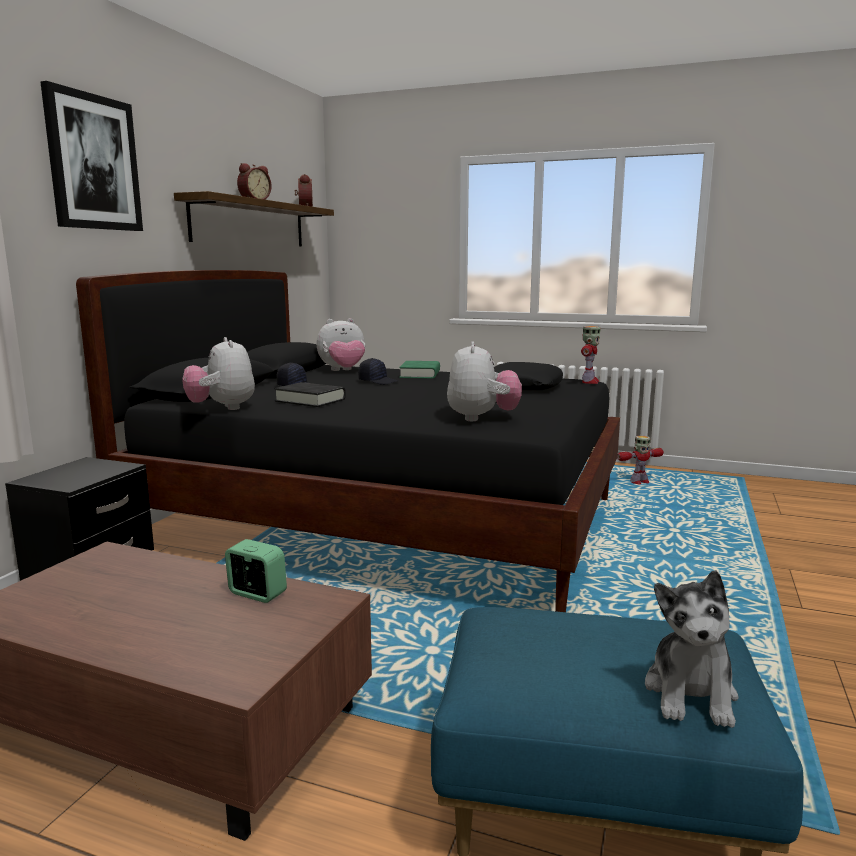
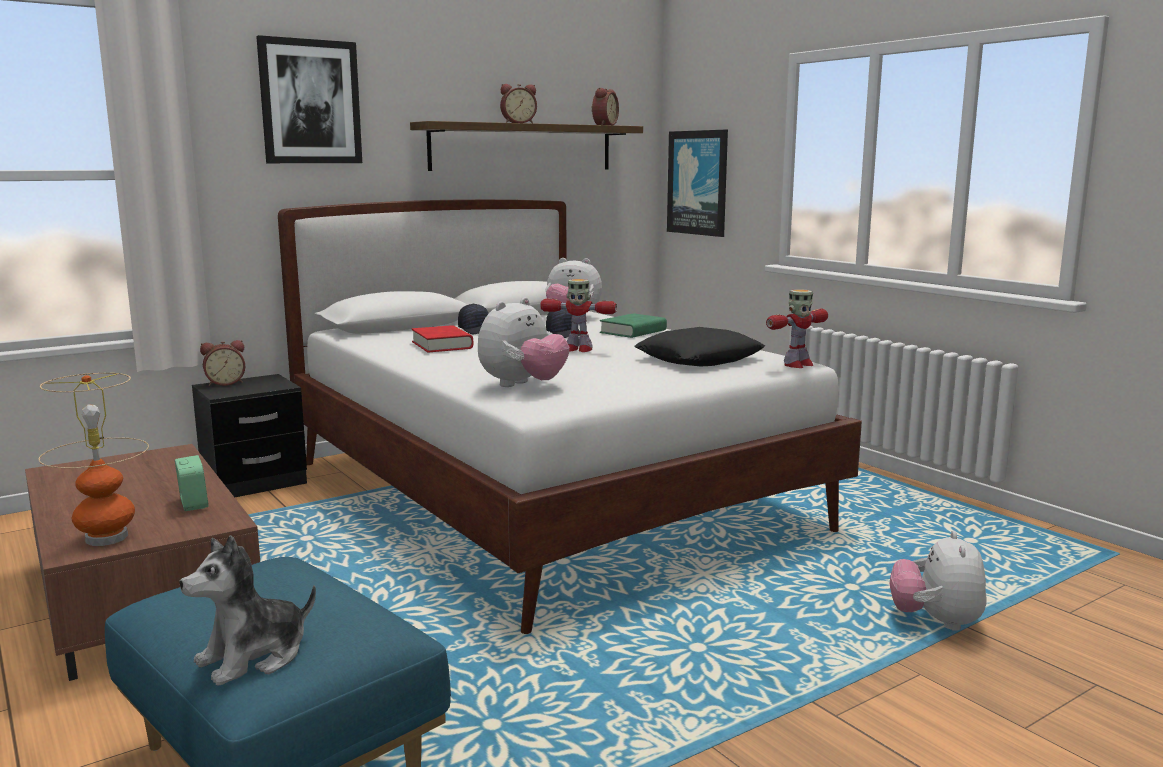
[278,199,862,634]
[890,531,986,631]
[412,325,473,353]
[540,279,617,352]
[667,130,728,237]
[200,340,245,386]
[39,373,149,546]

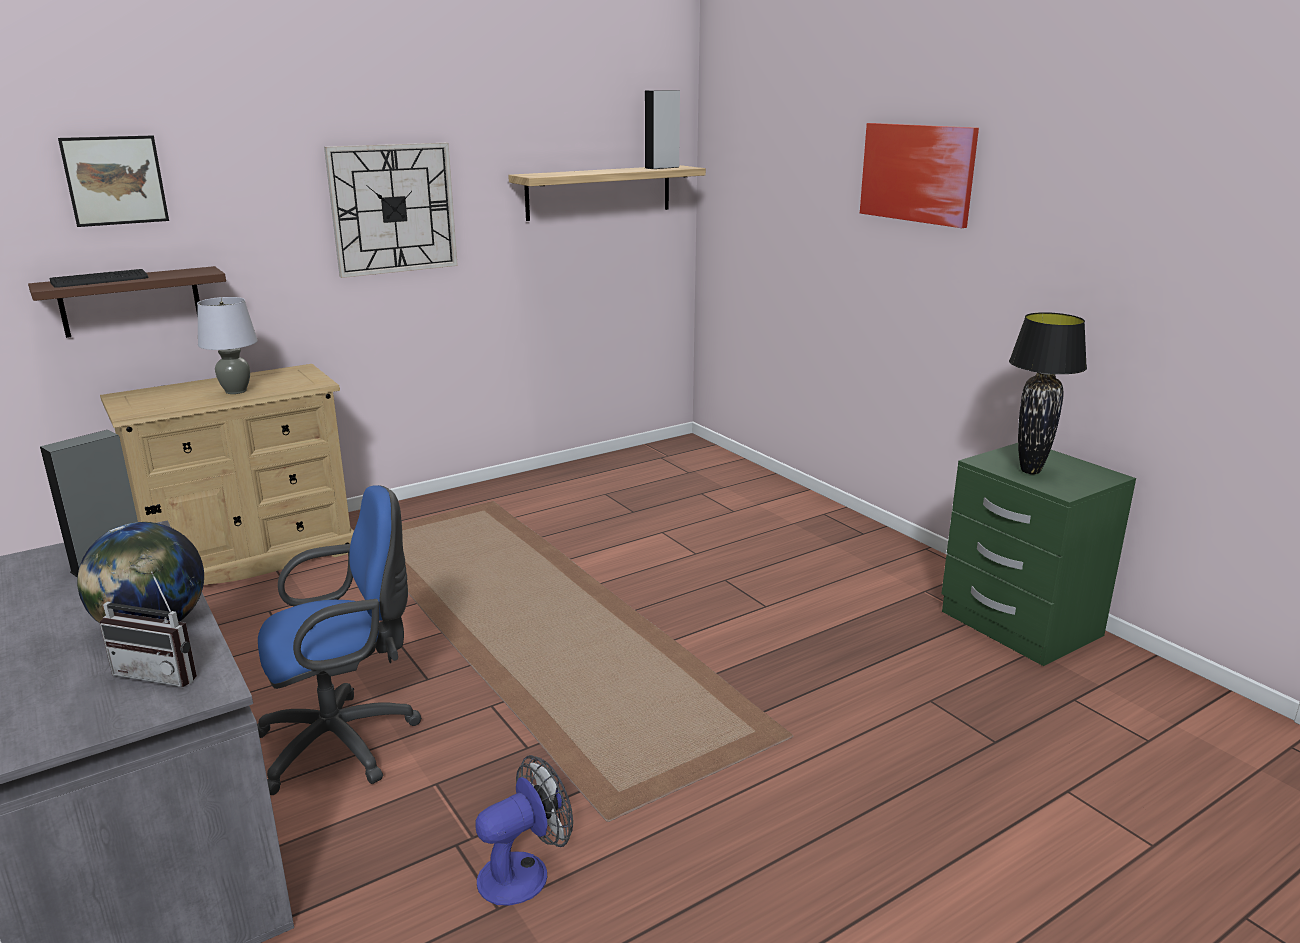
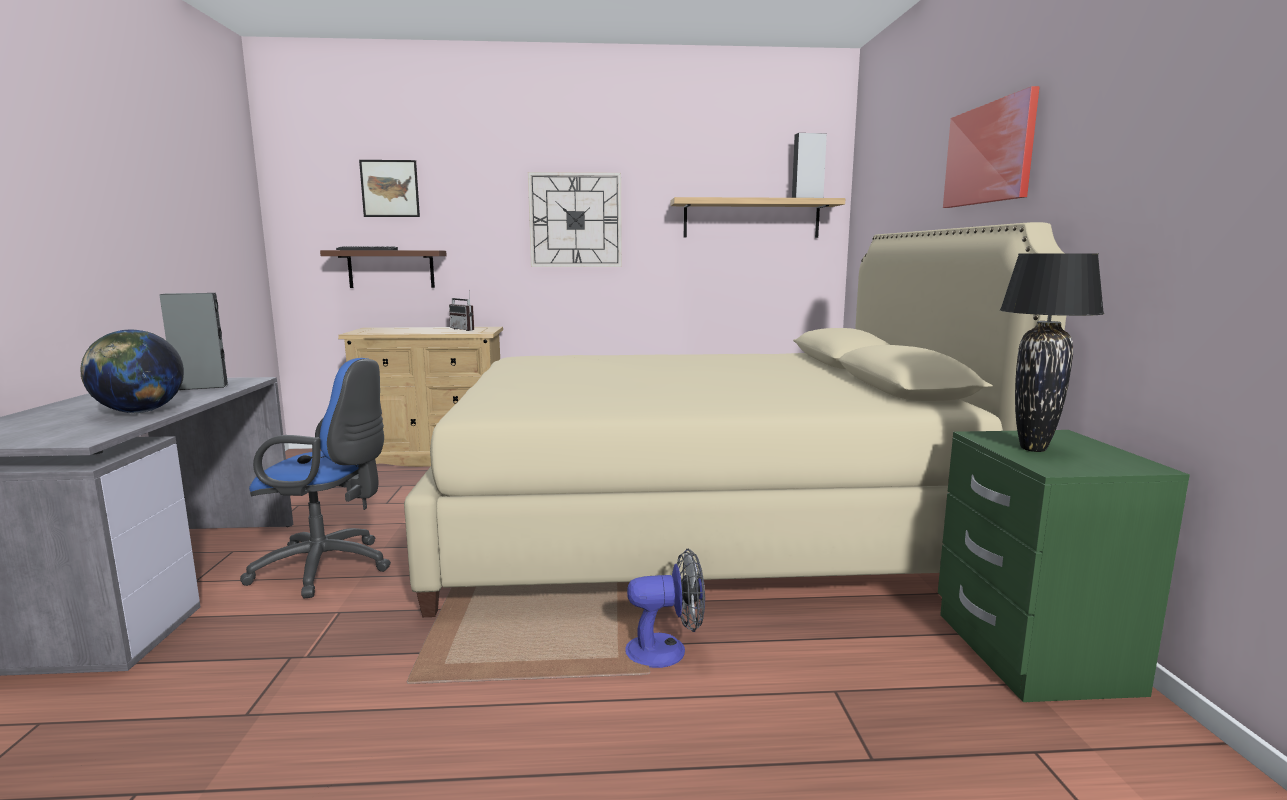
[197,297,258,394] (first image)
[449,291,474,331]
[625,549,705,668]
[404,222,1066,617]

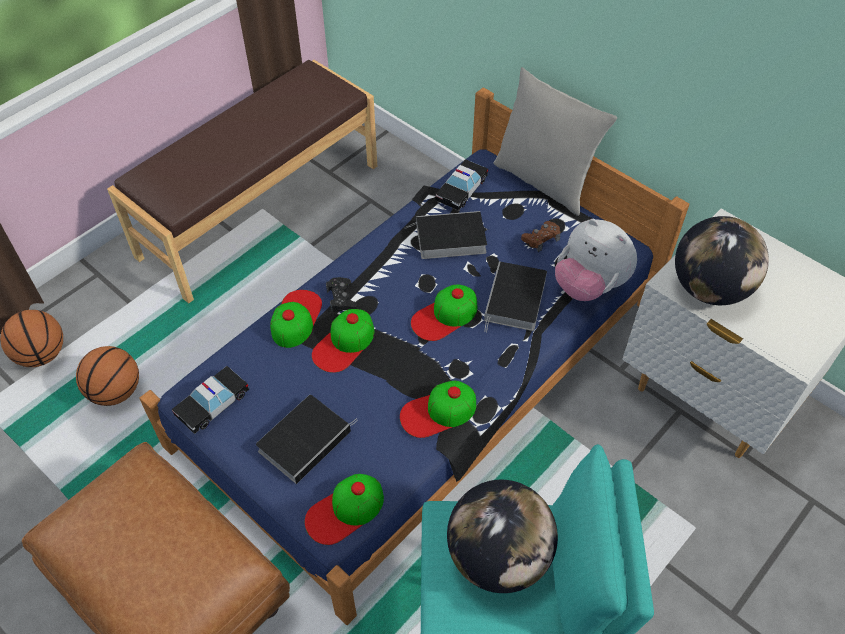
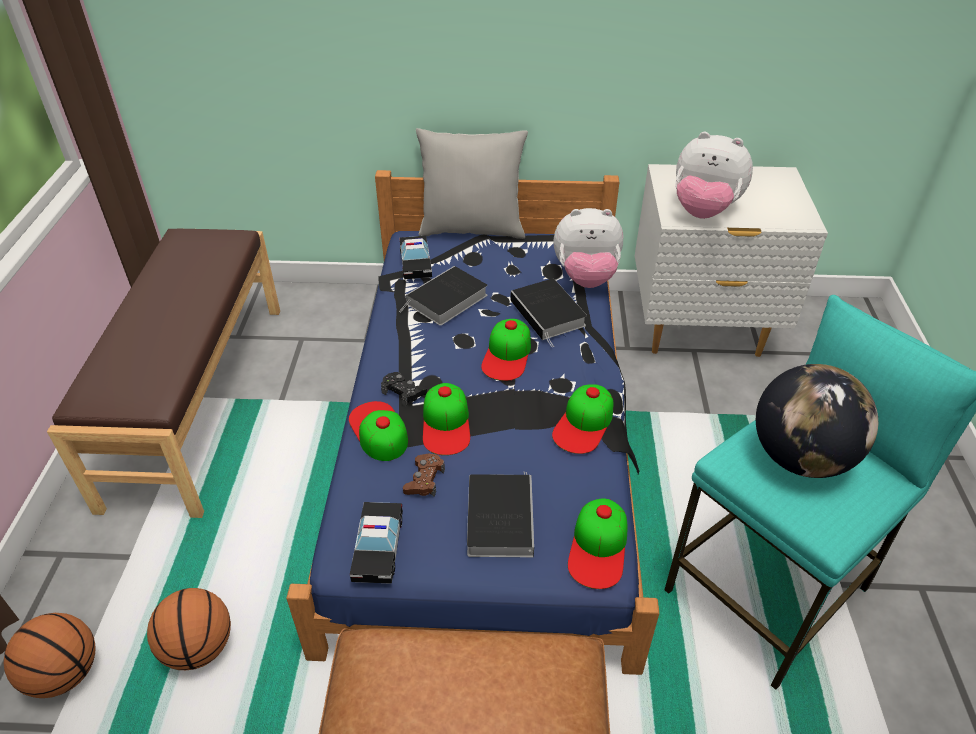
[675,132,753,219]
[403,453,445,497]

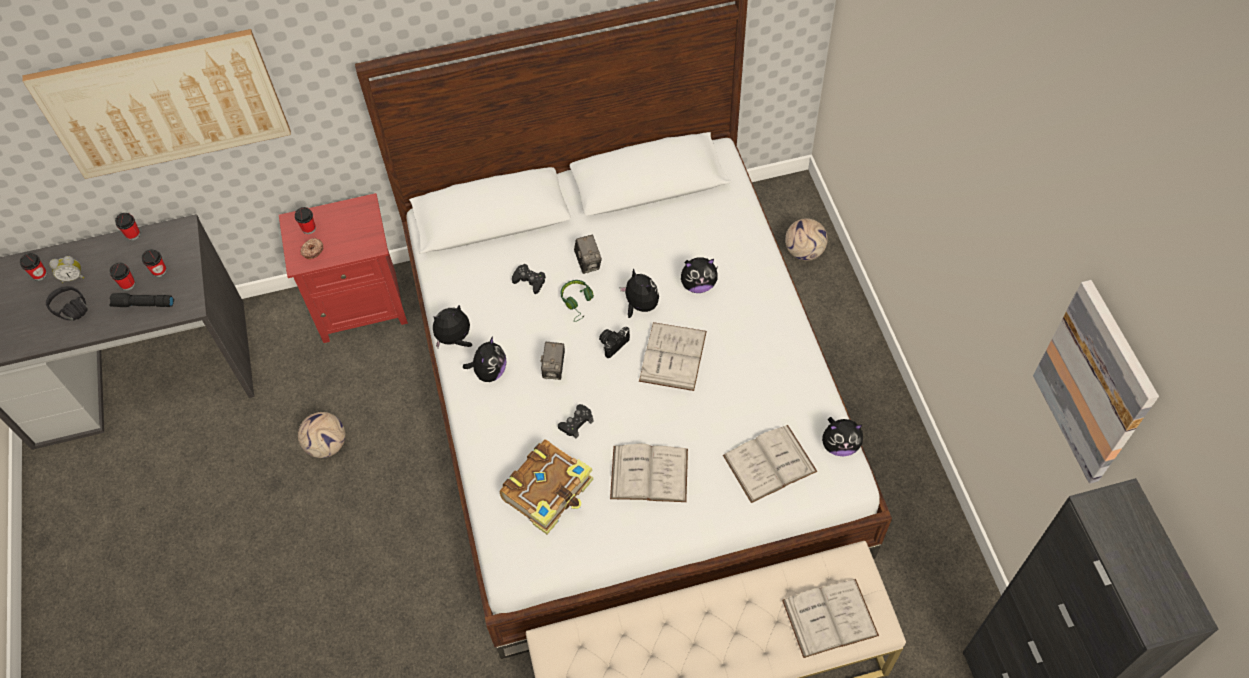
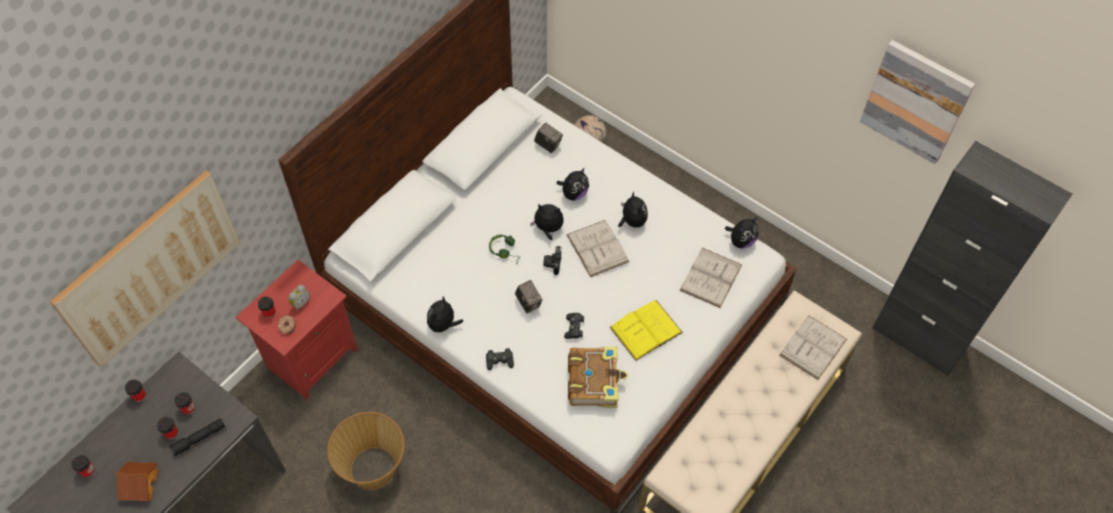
[534,122,563,153]
[288,285,310,311]
[486,348,514,370]
[116,462,159,501]
[618,192,648,227]
[327,412,405,490]
[610,300,683,361]

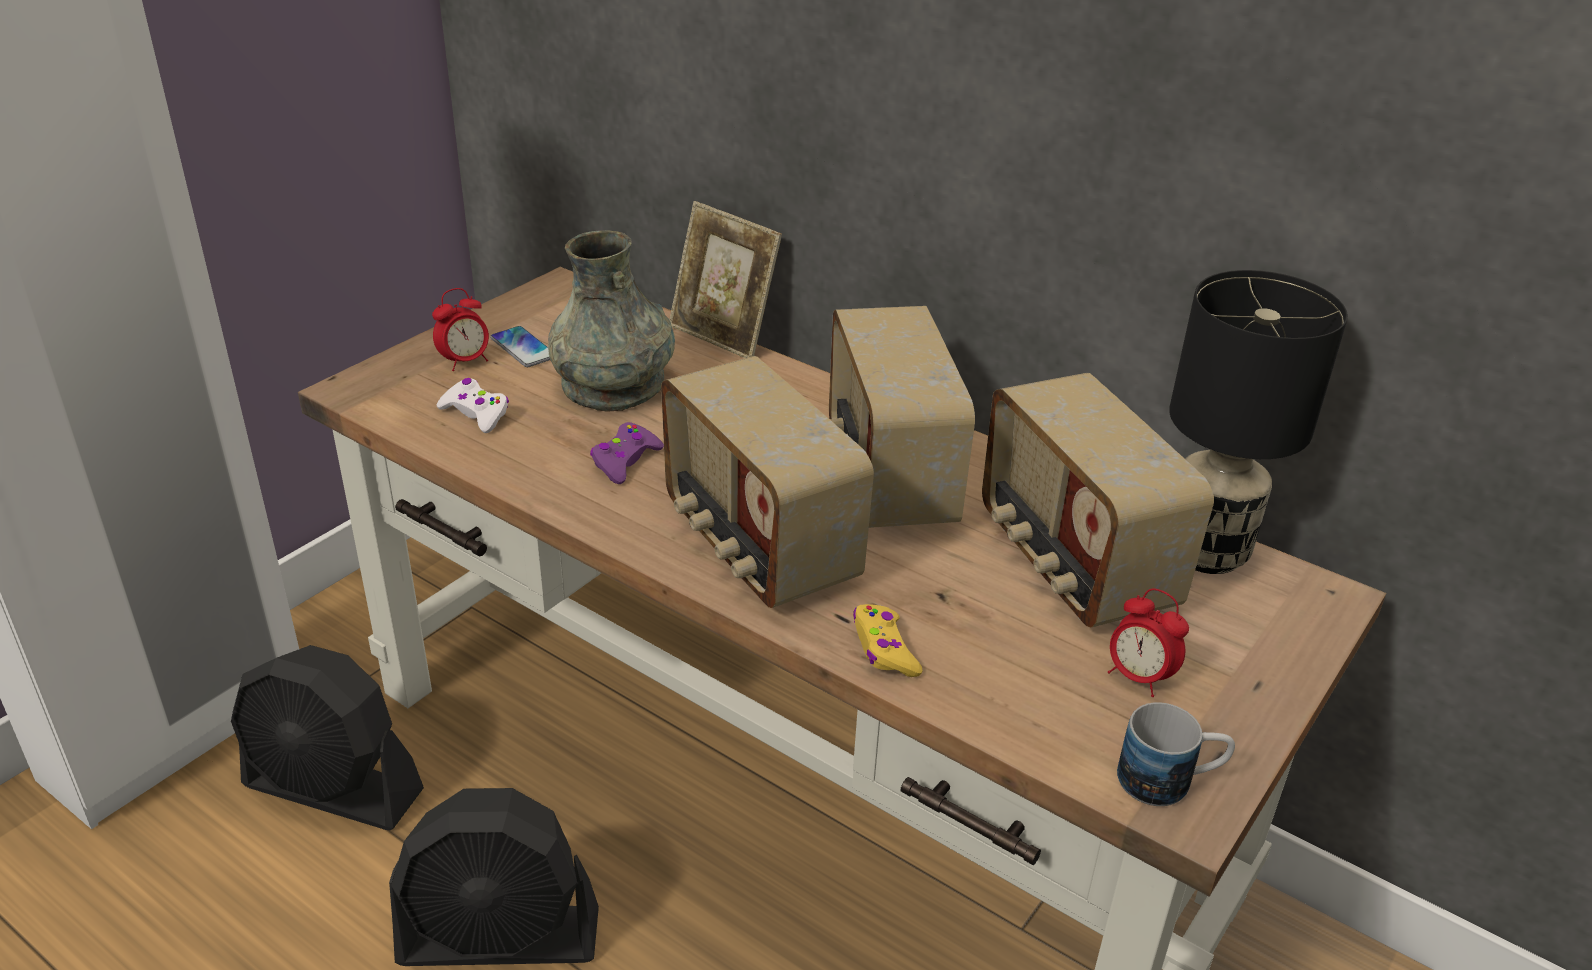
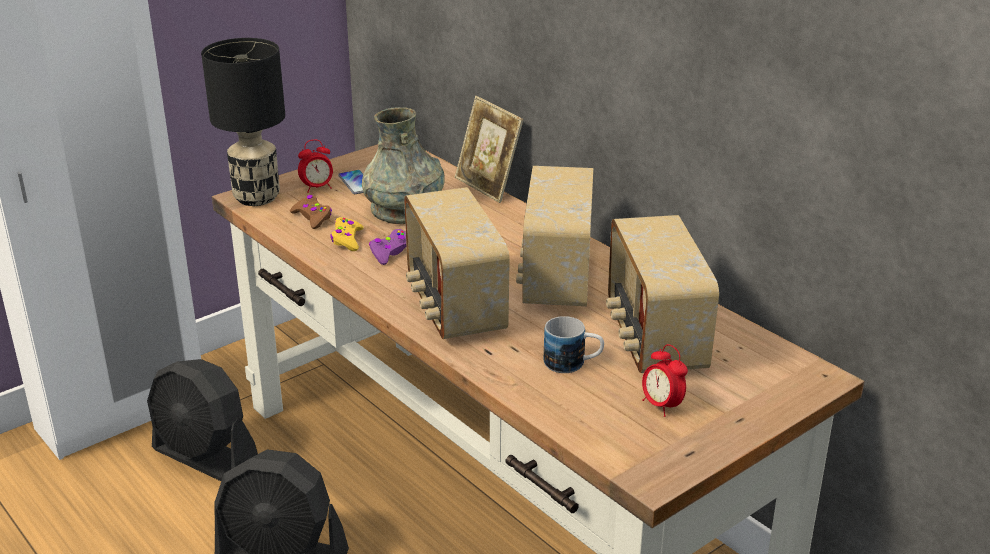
[201,38,285,206]
[290,195,332,229]
[330,217,364,251]
[544,316,604,373]

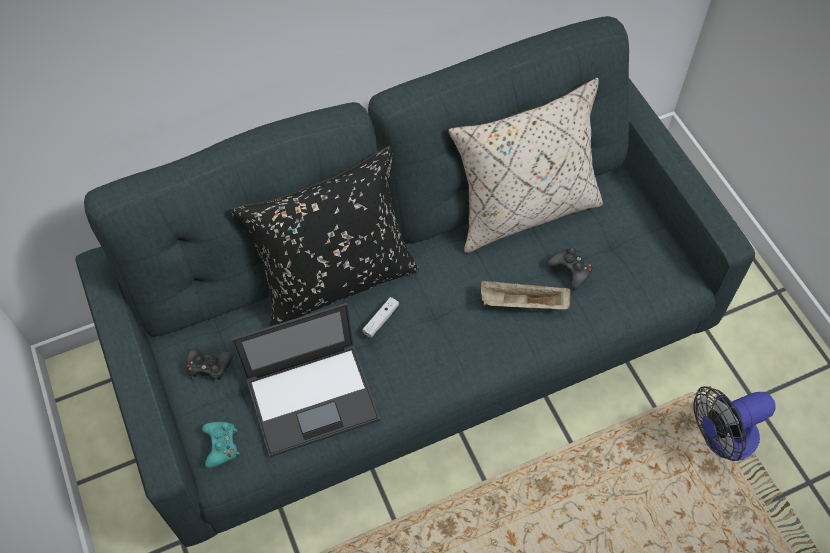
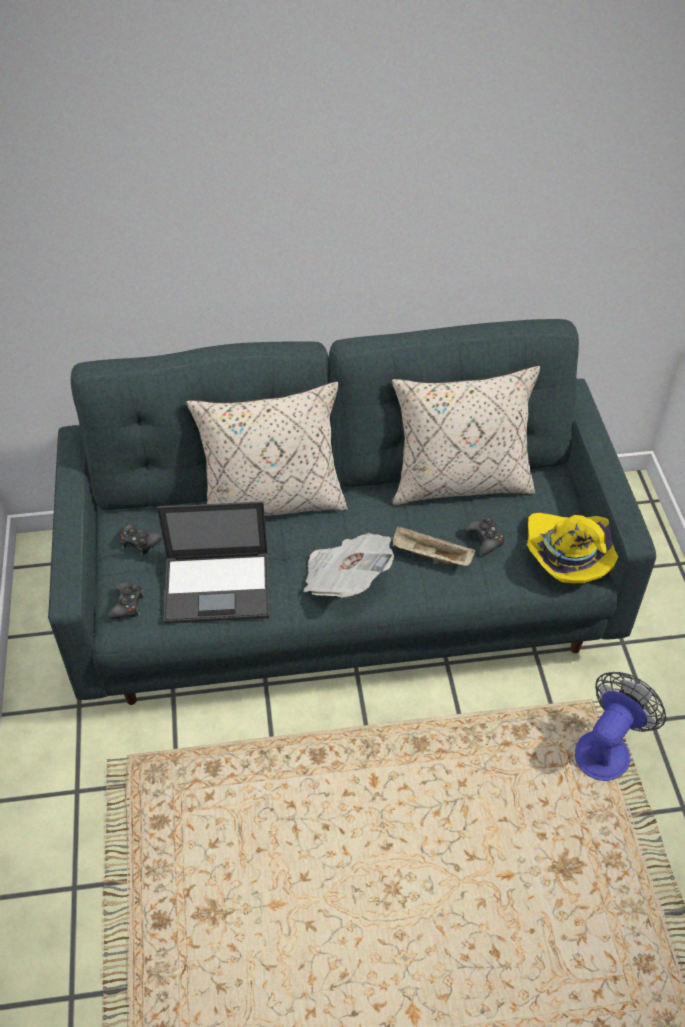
[186,381,348,516]
[363,297,399,338] (first image)
[575,672,666,781]
[108,583,145,619]
[527,513,618,583]
[304,533,394,598]

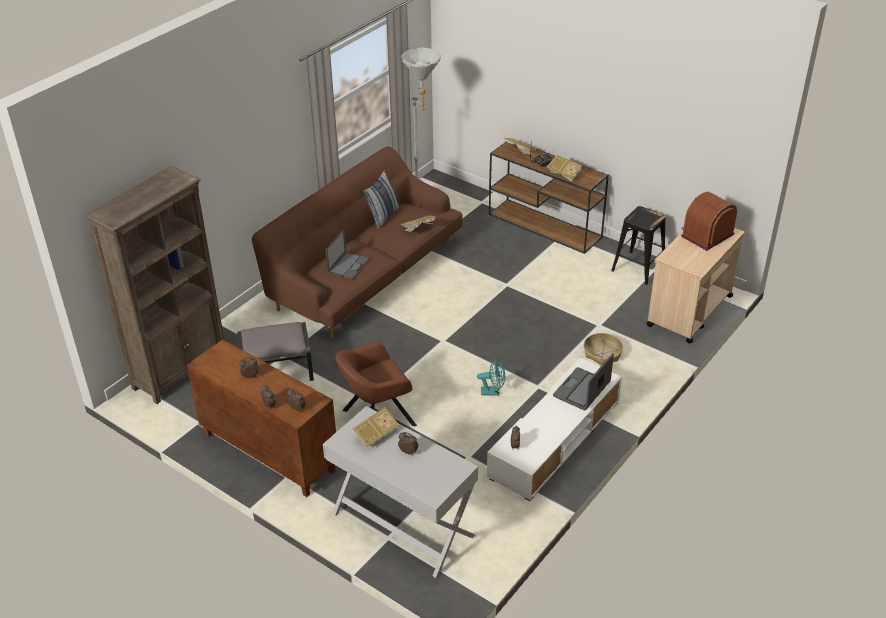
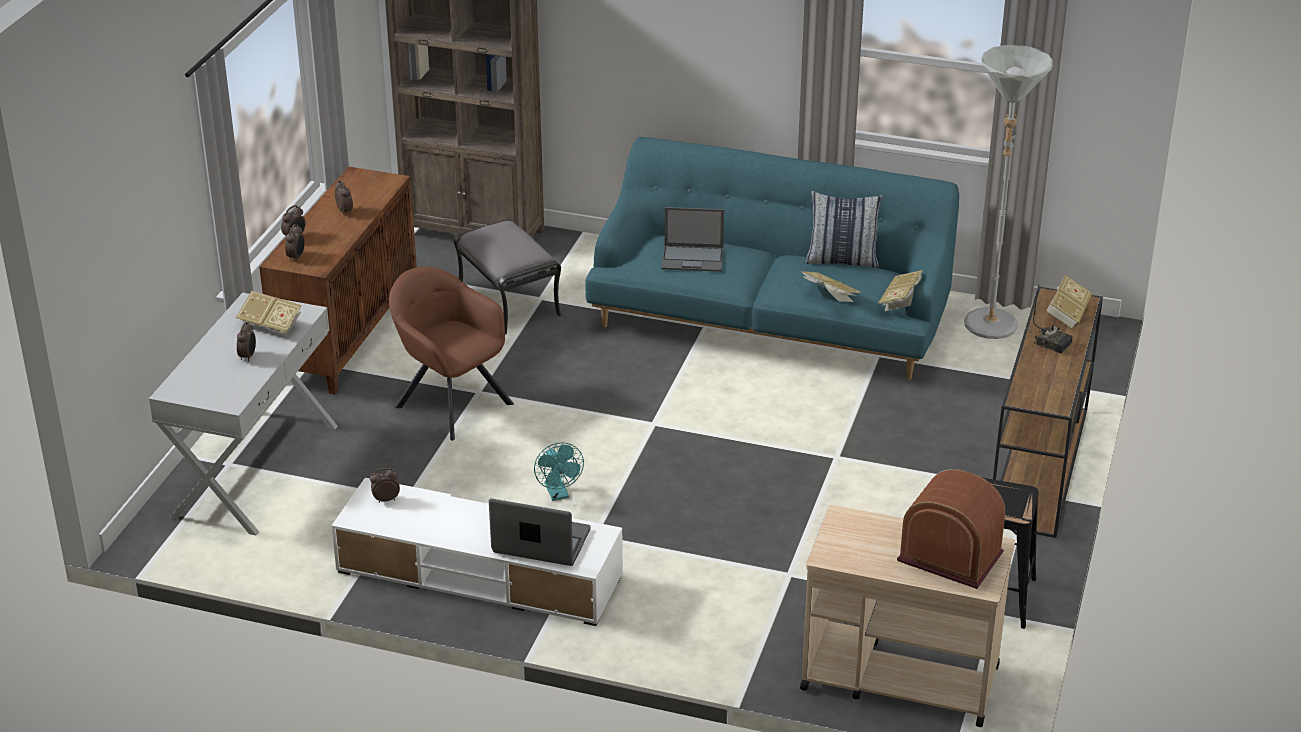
[585,137,959,380]
[878,270,923,311]
[584,333,623,365] (first image)

